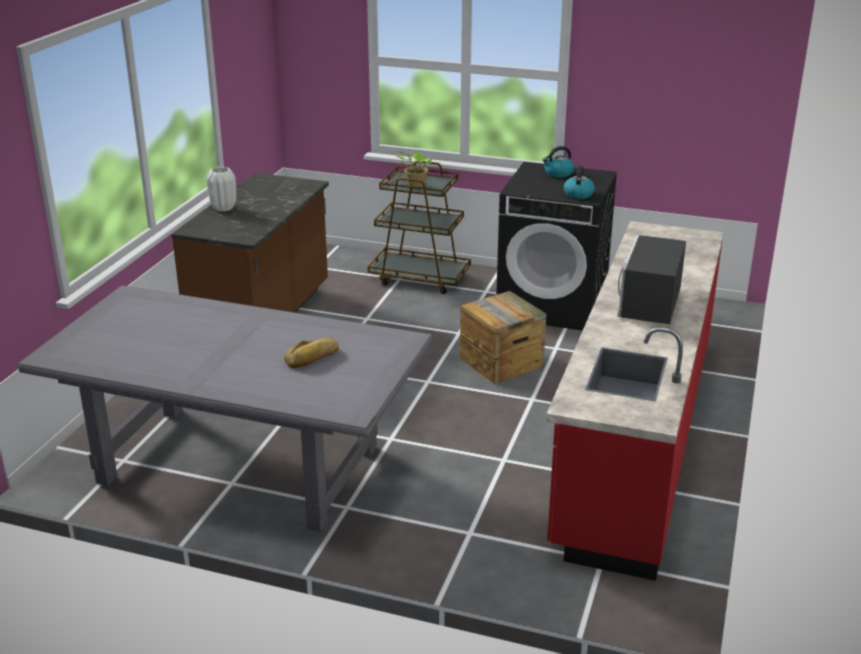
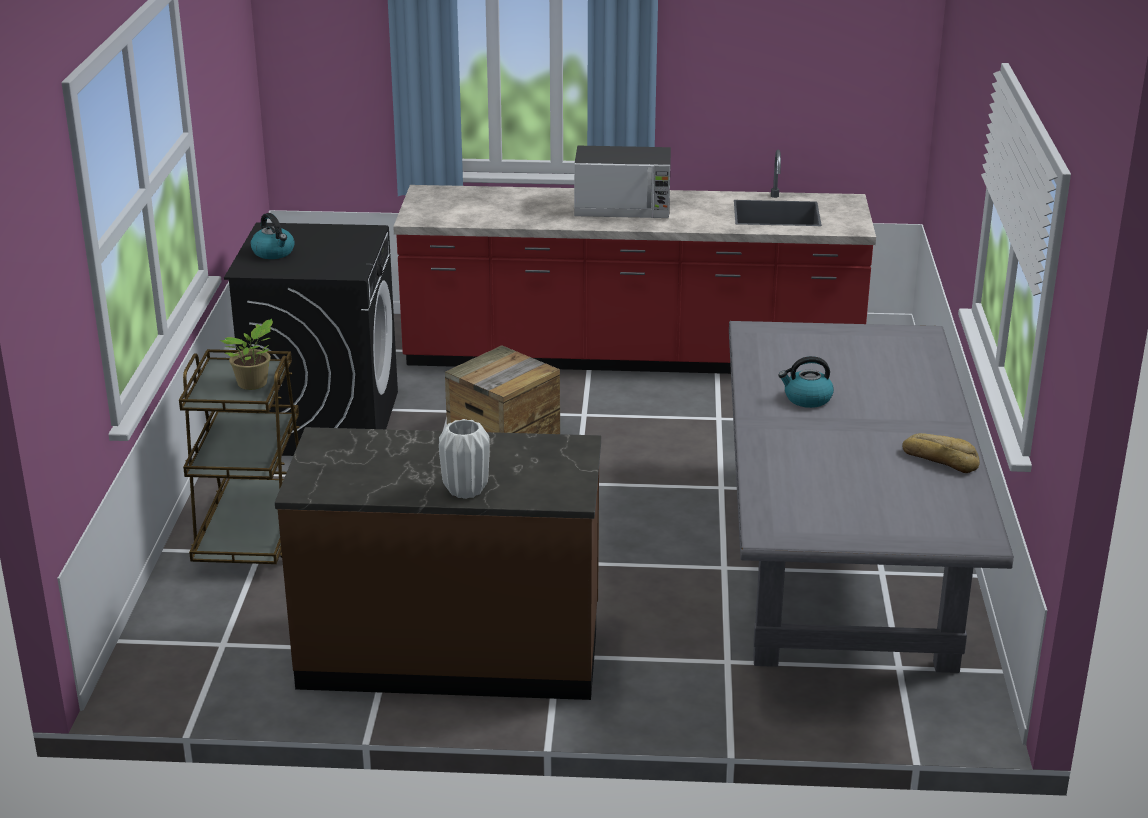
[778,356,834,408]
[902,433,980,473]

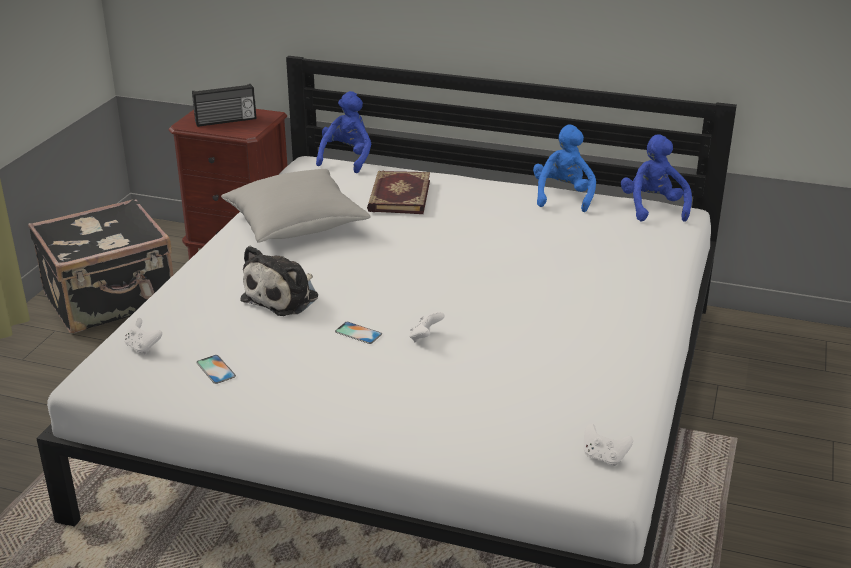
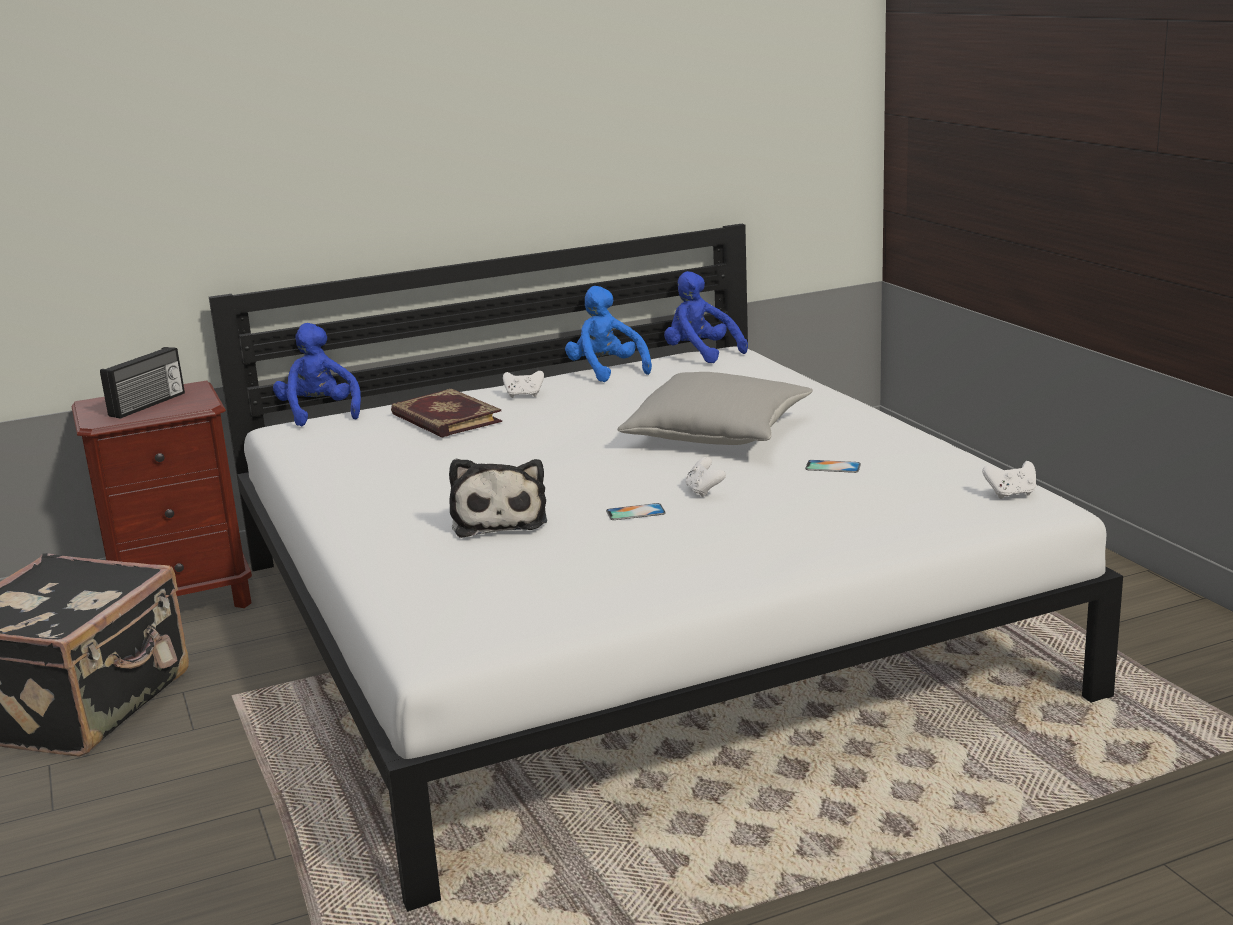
[617,372,813,445]
[503,371,544,398]
[805,460,861,473]

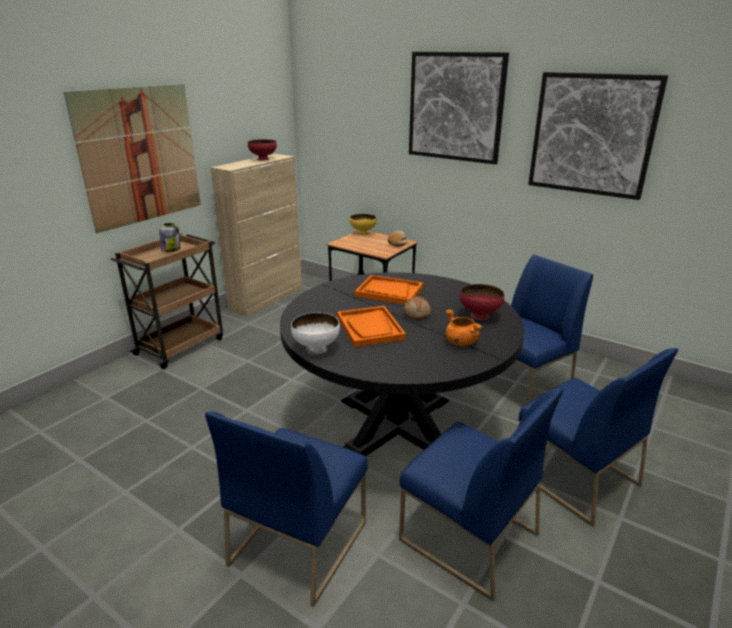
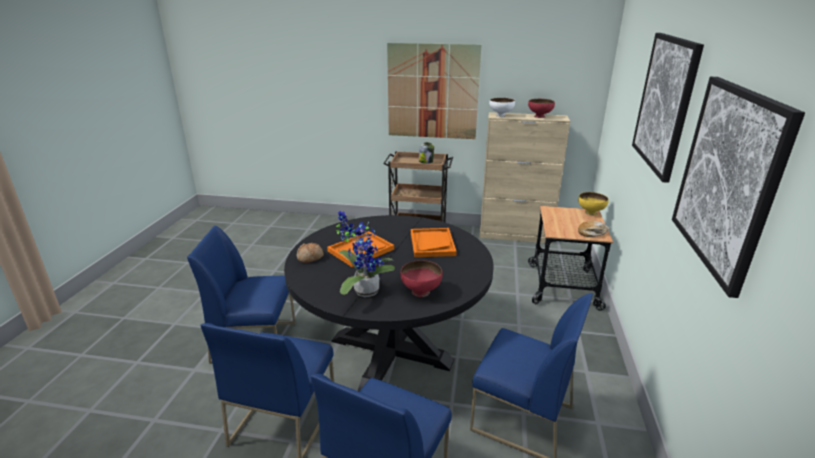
[297,243,324,263]
[336,211,395,297]
[489,98,515,117]

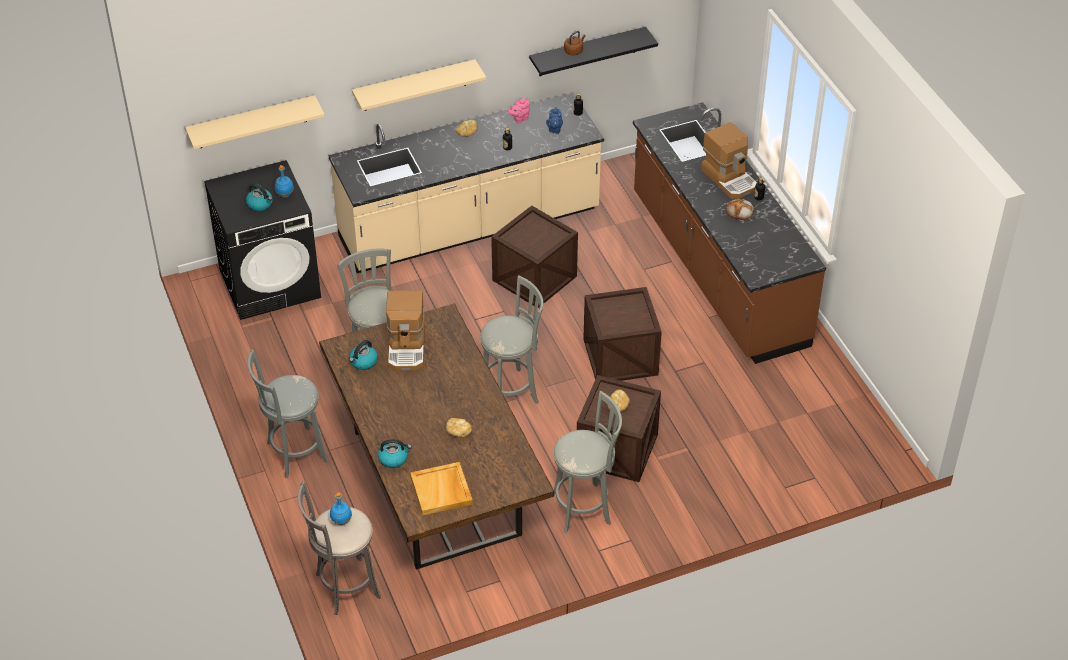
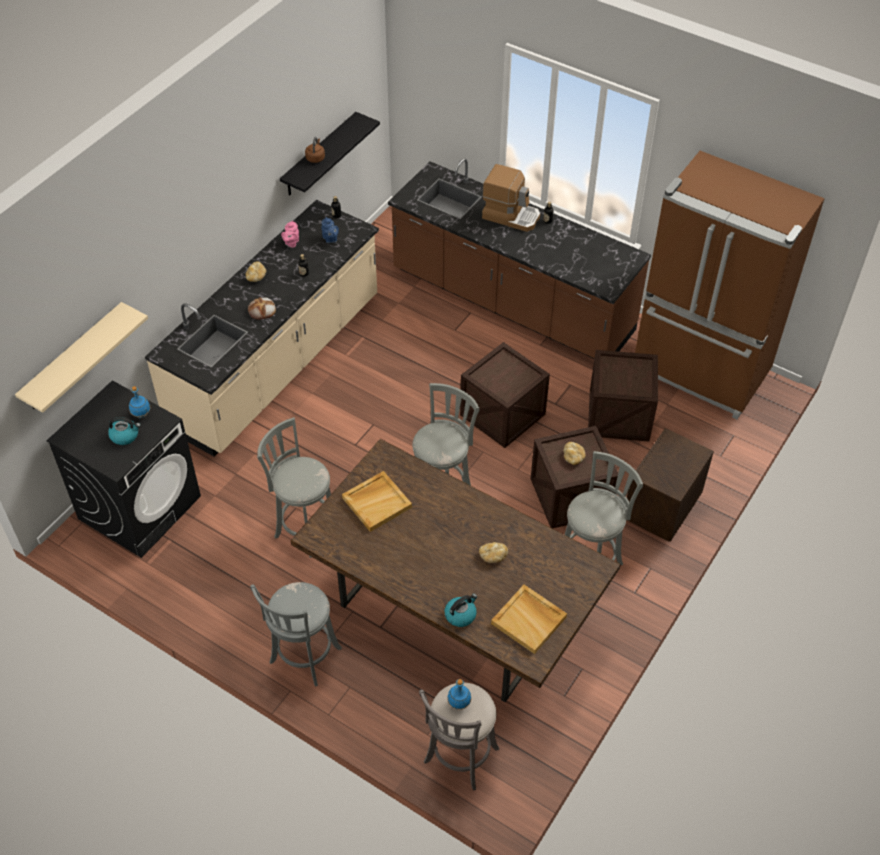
[352,59,486,111] (first image)
[248,297,276,320]
[588,350,658,442]
[342,471,412,532]
[349,340,378,370] (first image)
[635,151,825,420]
[627,428,714,542]

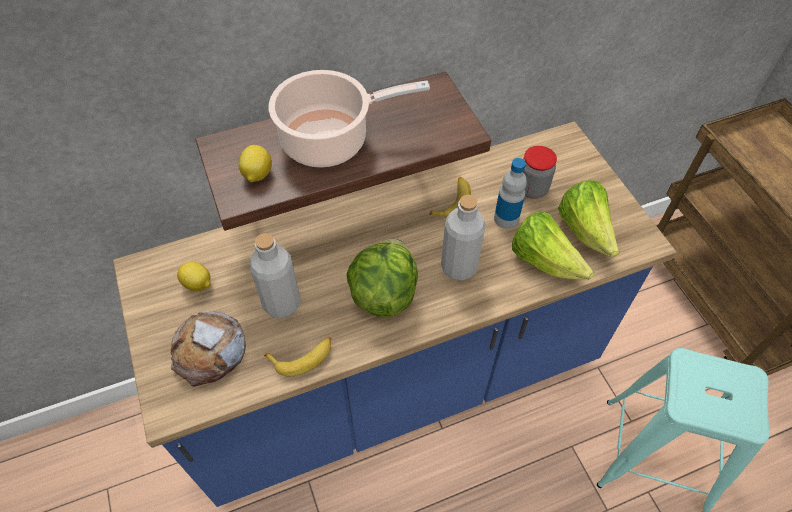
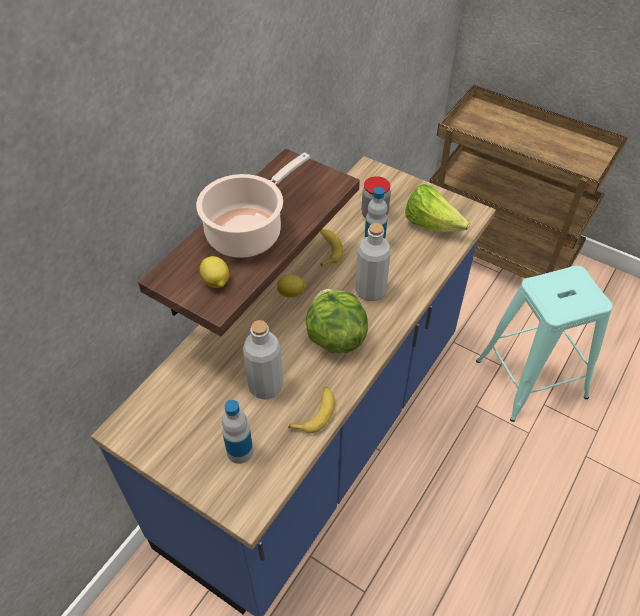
[512,211,594,280] (first image)
[277,274,306,298]
[222,400,253,464]

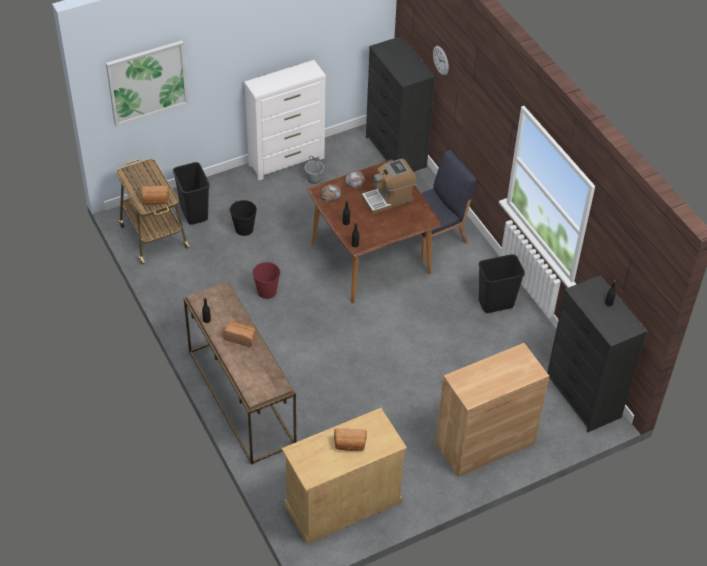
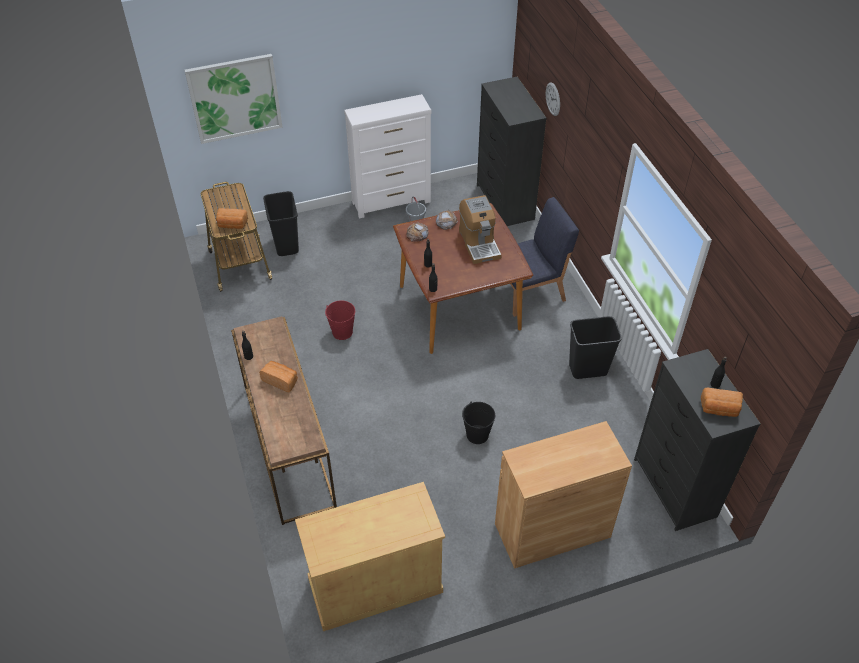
[459,195,502,264]
[462,402,495,444]
[701,388,743,417]

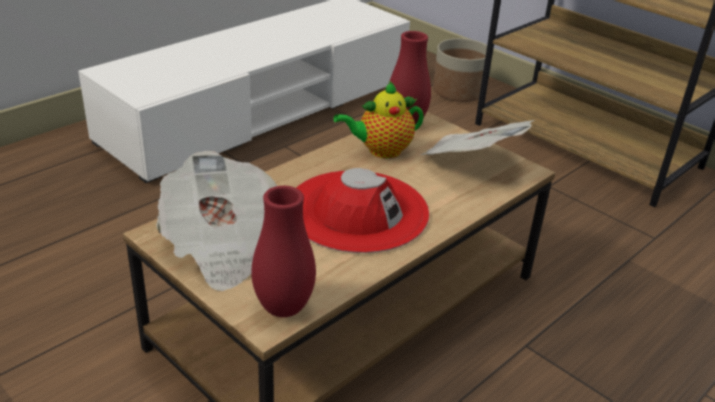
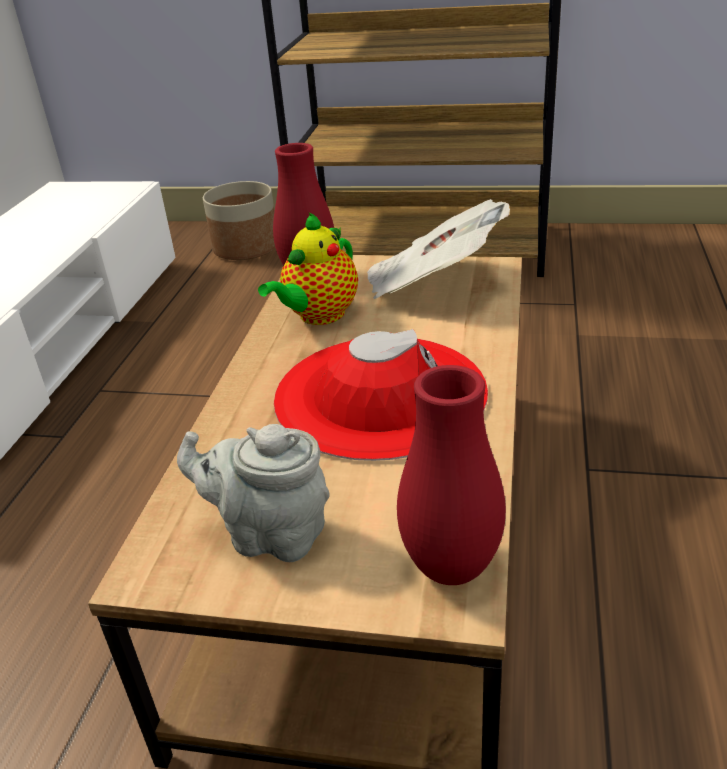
[177,424,330,562]

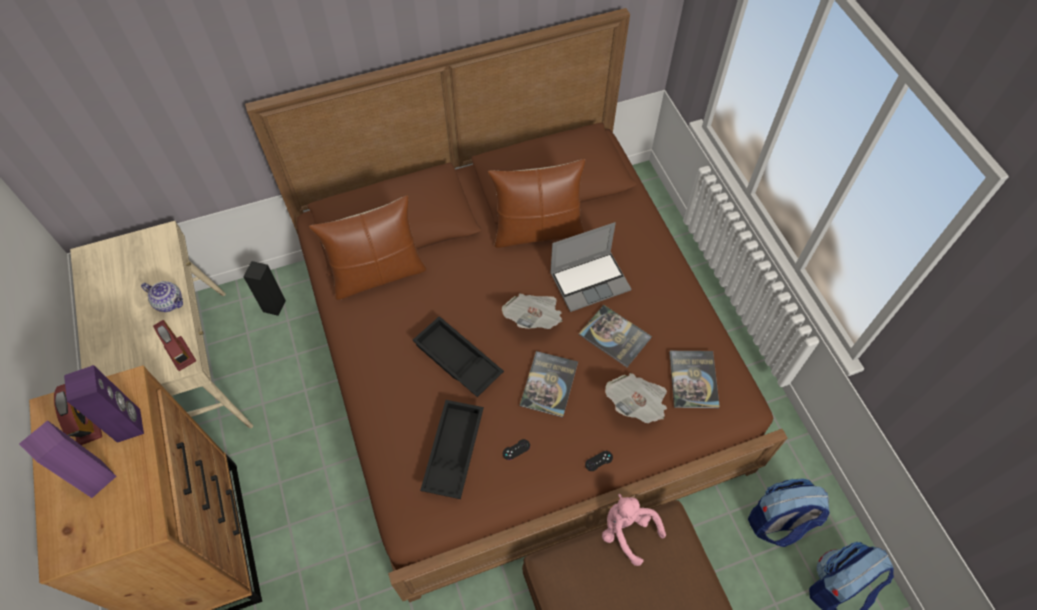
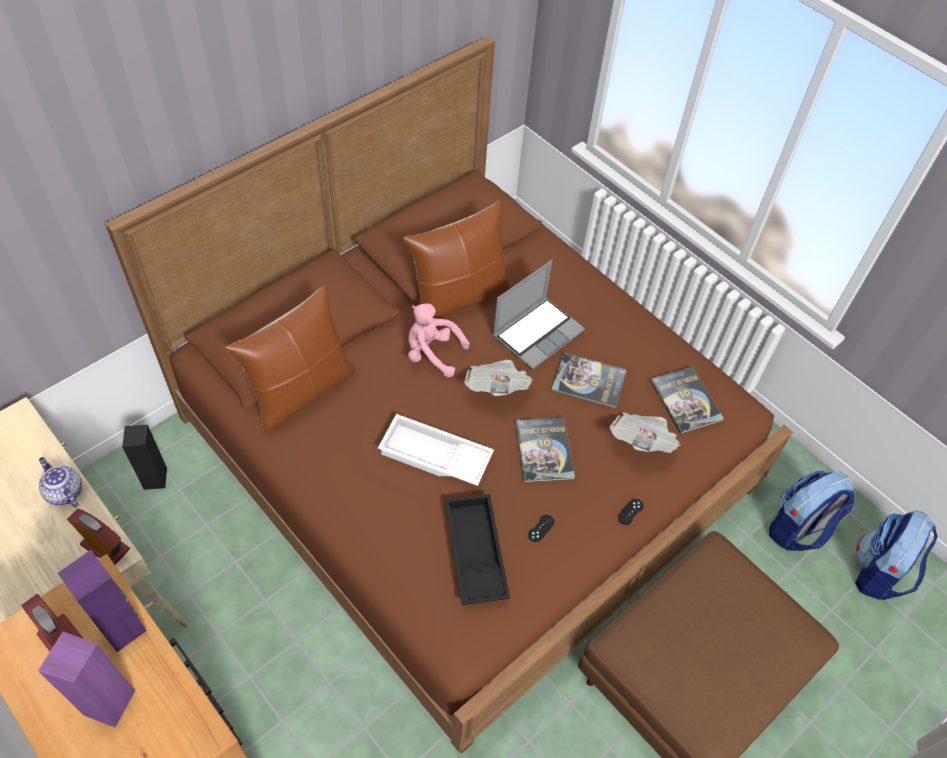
[39,457,82,508]
[378,414,494,486]
[408,303,470,377]

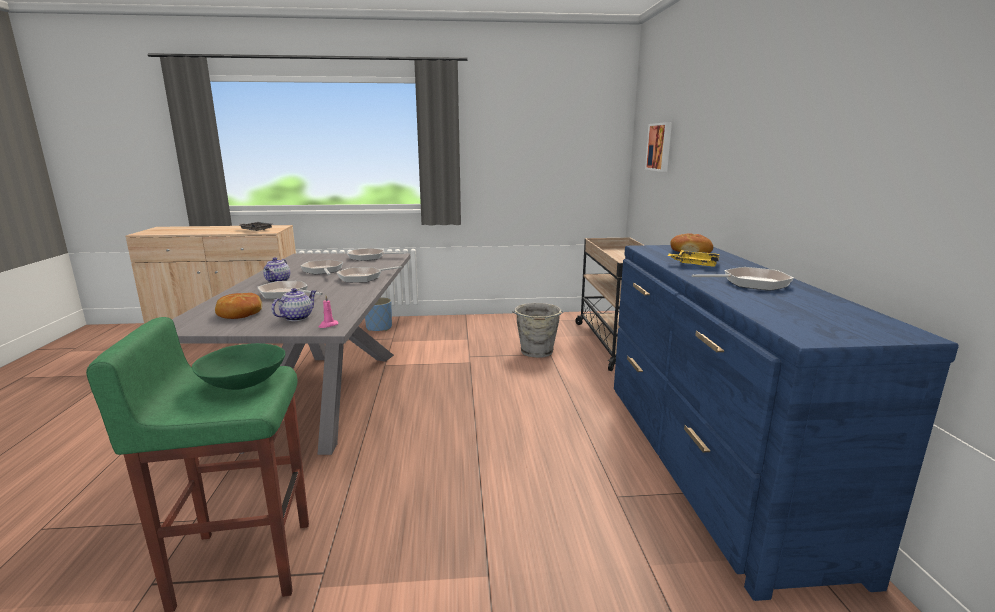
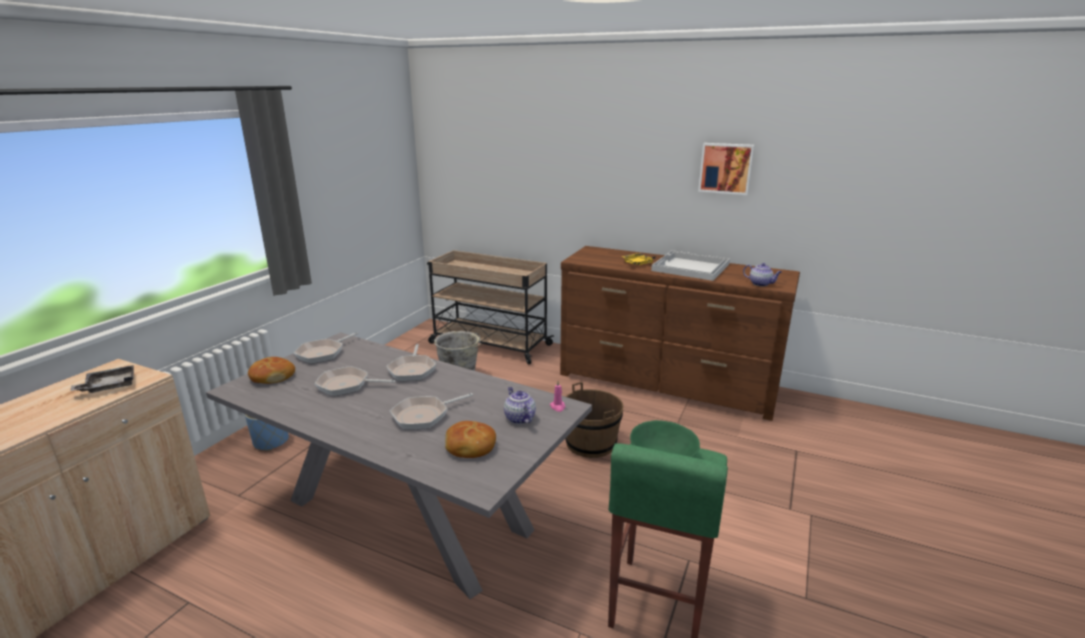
[698,143,755,195]
[248,357,295,384]
[560,246,800,421]
[743,263,782,287]
[651,250,730,281]
[565,382,624,458]

